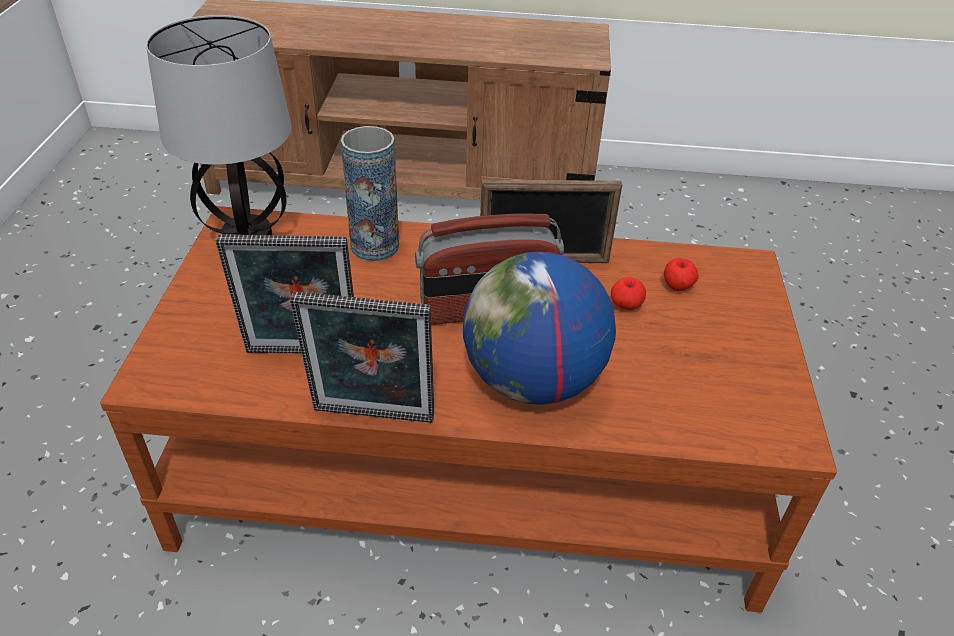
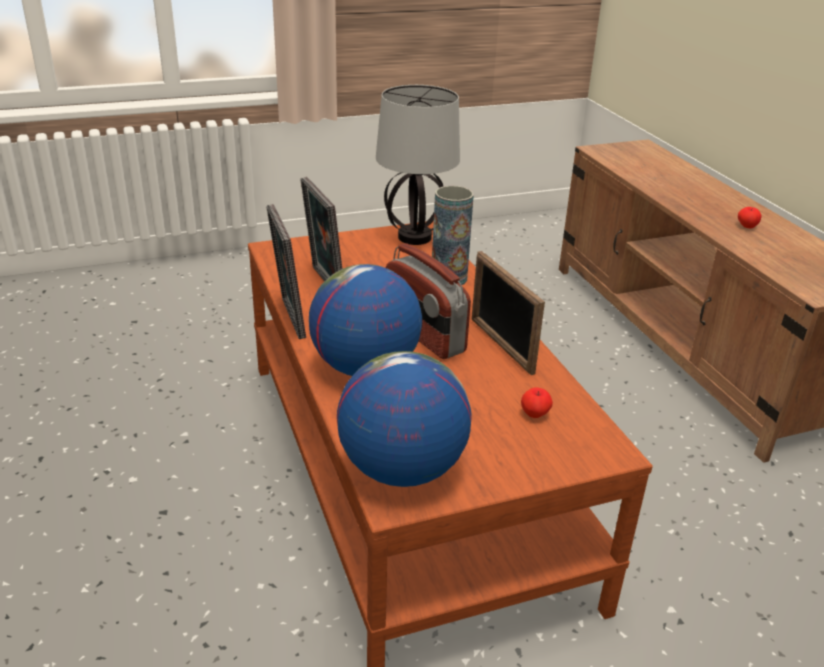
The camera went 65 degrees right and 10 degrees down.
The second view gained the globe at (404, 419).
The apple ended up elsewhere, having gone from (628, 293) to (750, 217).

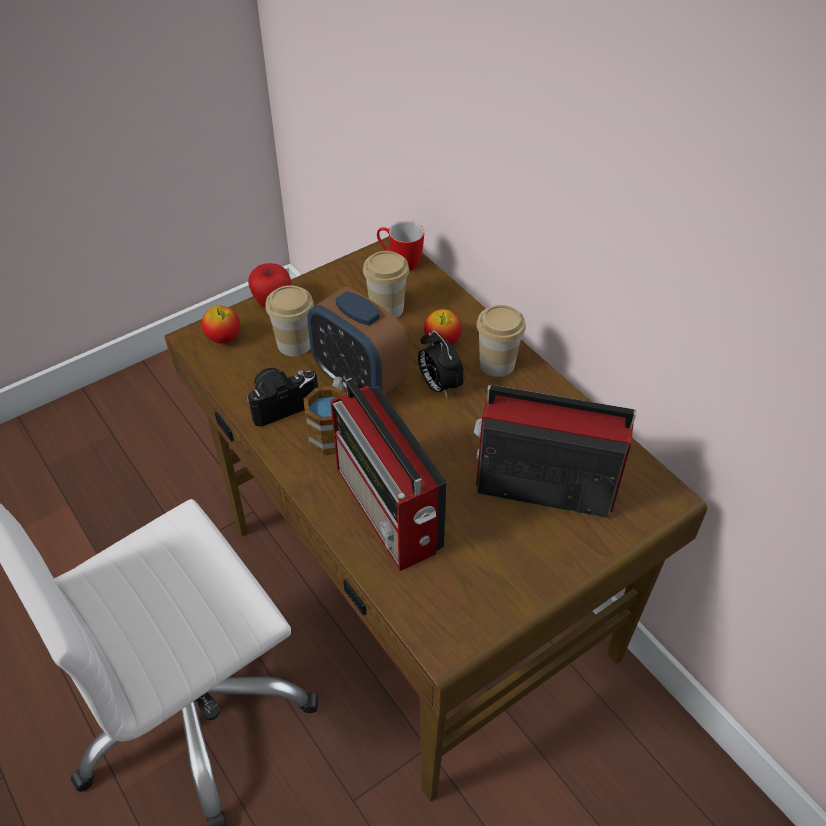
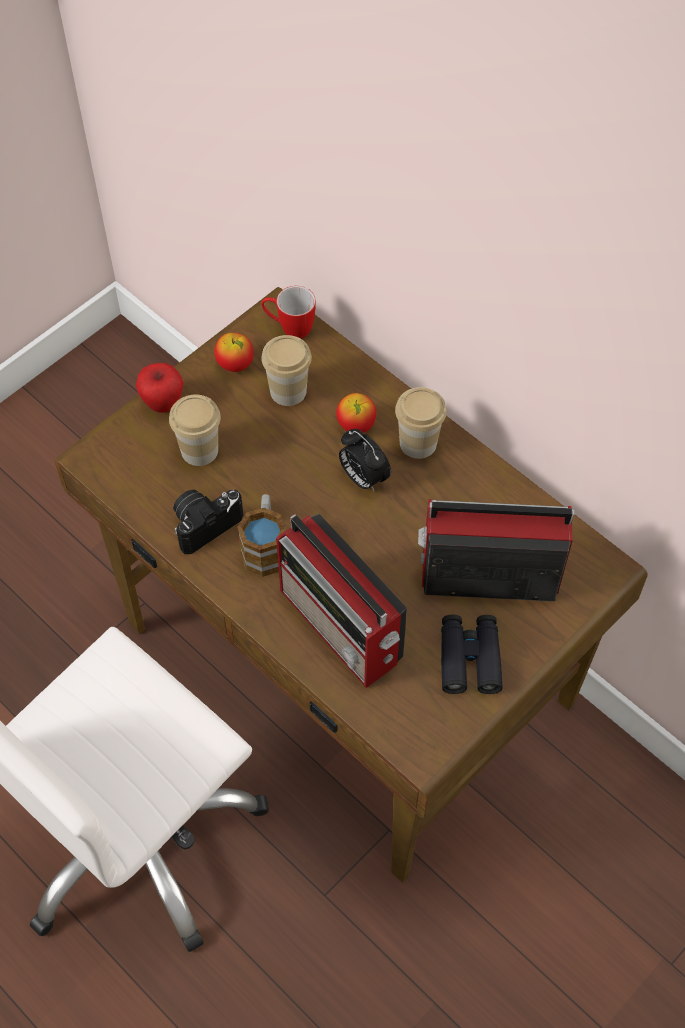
The camera went 10 degrees left and 10 degrees up.
The apple ended up elsewhere, having gone from (221, 324) to (234, 352).
The second view gained the binoculars in black at (472, 654).
The second view lost the alarm clock at (357, 340).

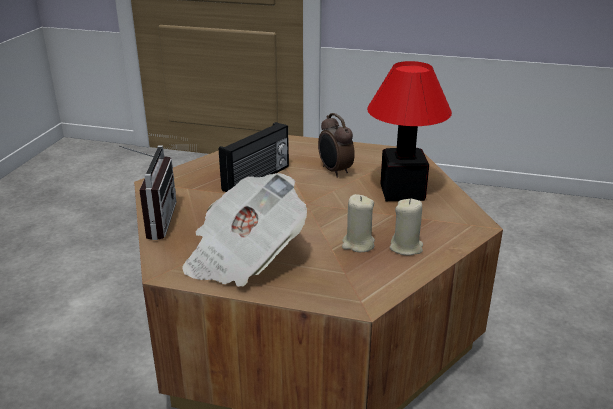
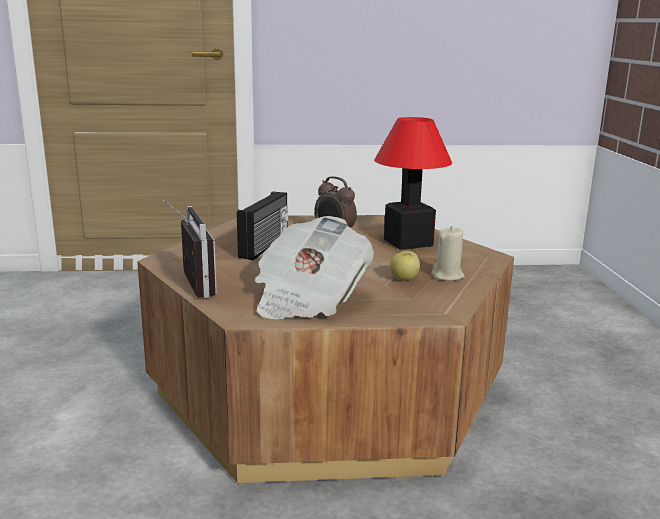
The camera went 20 degrees left and 10 degrees down.
Where the candle in beige stood at (358, 223), the apple came to stand at (405, 266).

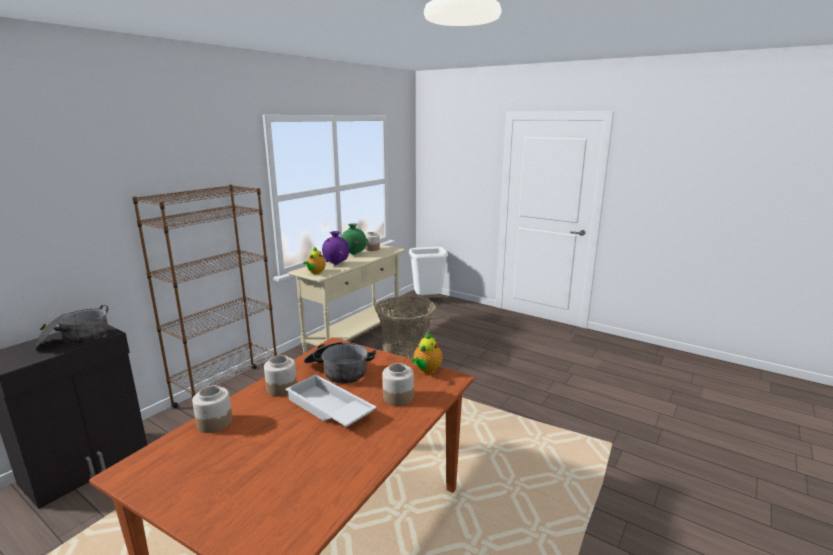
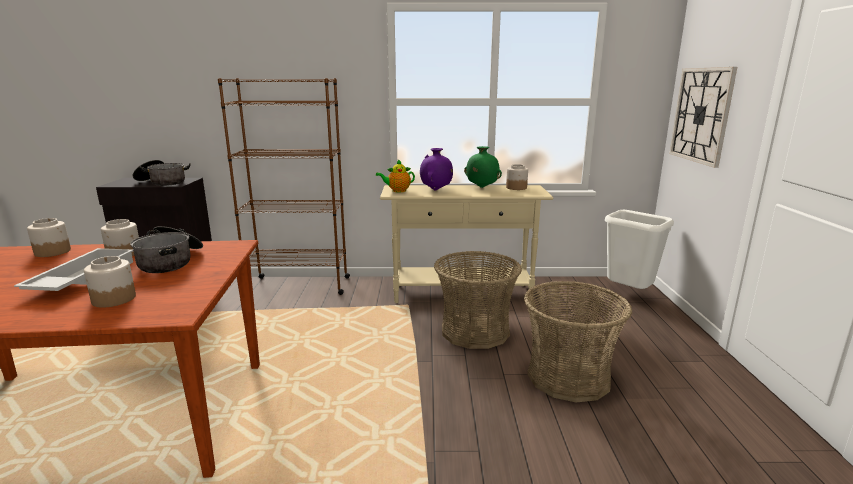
The camera went 55 degrees right and 0 degrees up.
The second view gained the basket at (578, 342).
The second view gained the wall clock at (703, 117).
The second view lost the teapot at (427, 353).

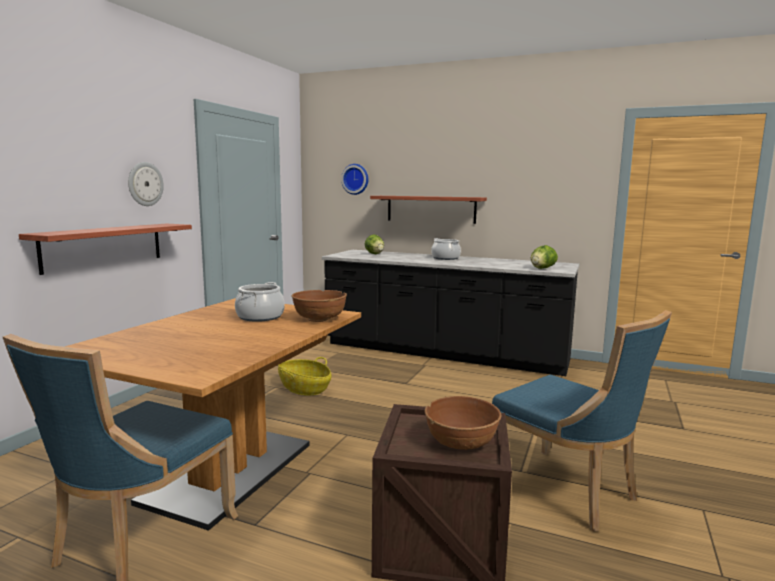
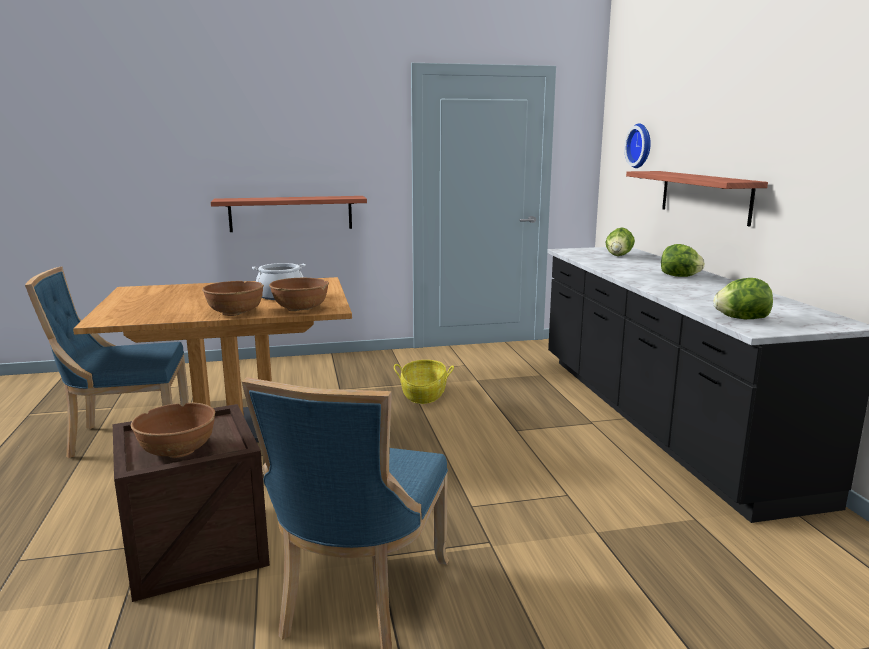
The camera went 55 degrees right and 5 degrees up.
The second view gained the bowl in brown at (233, 298).
Where the cooking pot stood at (446, 249), the lettuce came to stand at (683, 260).
The second view lost the wall clock at (146, 184).

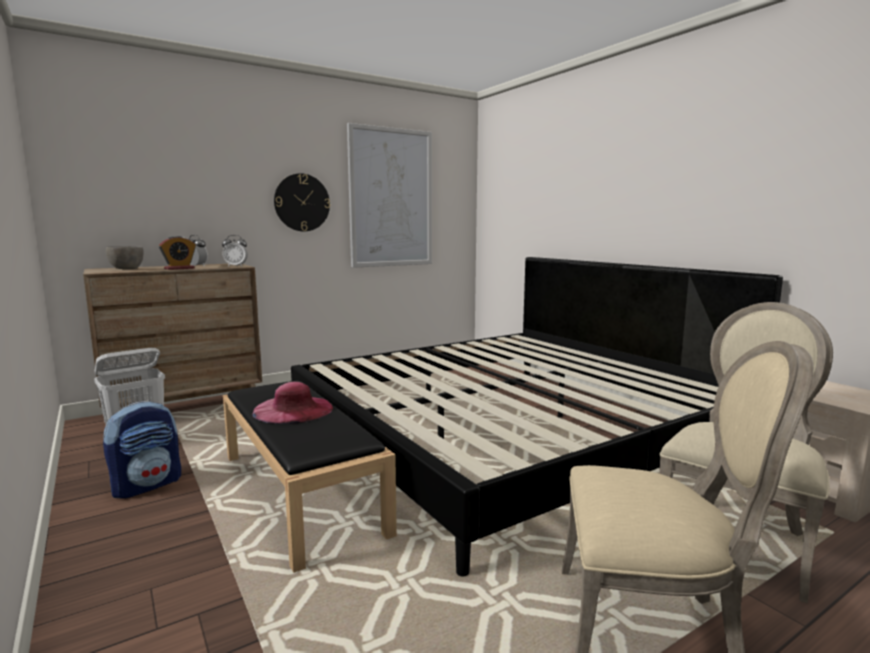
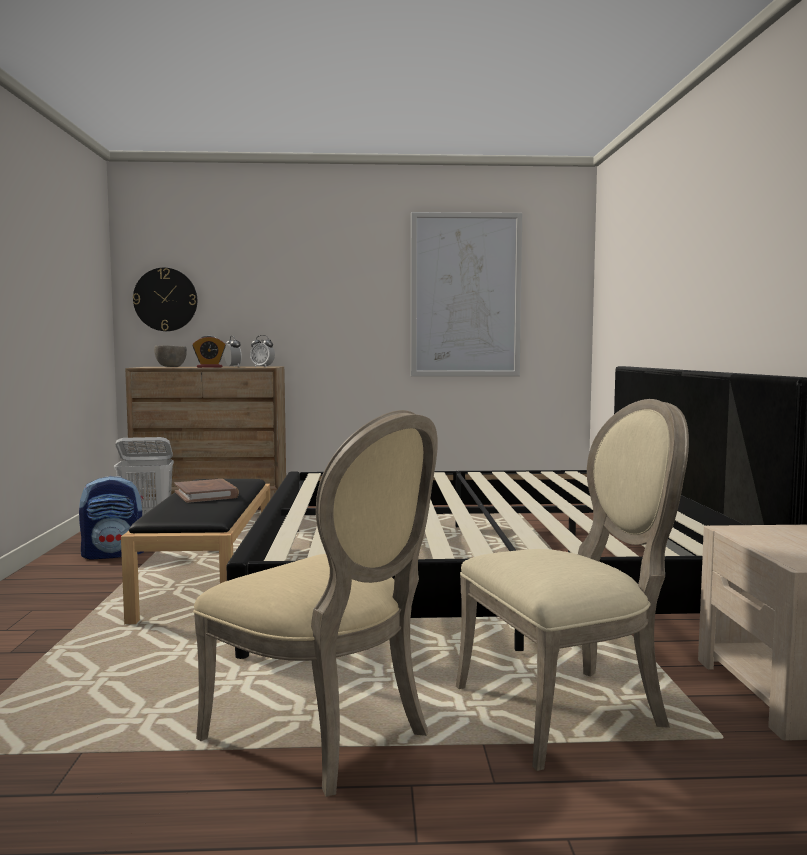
The camera went 30 degrees right and 5 degrees down.
The wall clock ended up elsewhere, having gone from (302, 202) to (165, 299).
Where the hat in pink stood at (292, 403), the book in brown came to stand at (206, 491).

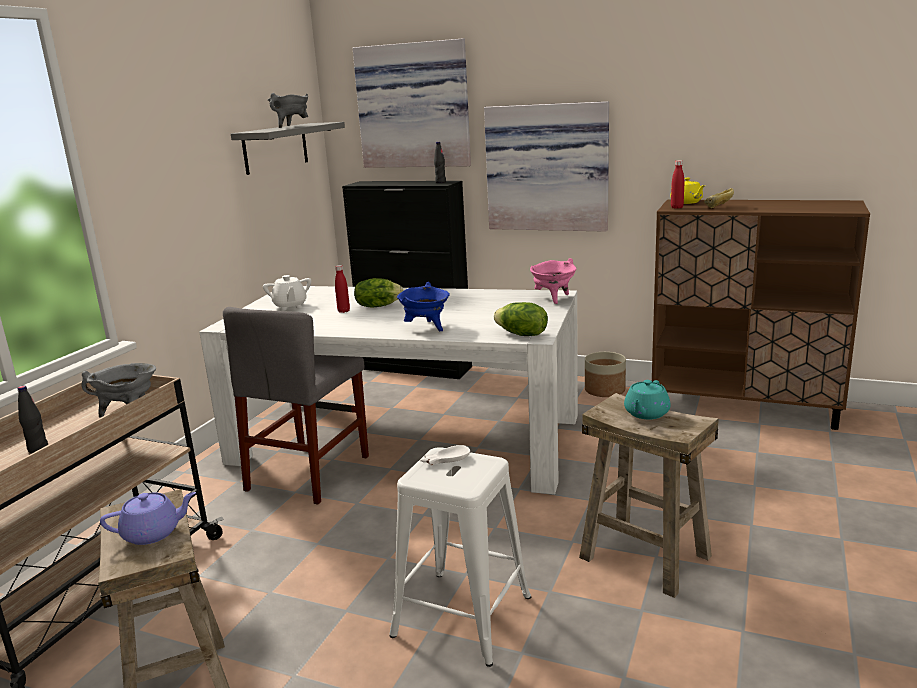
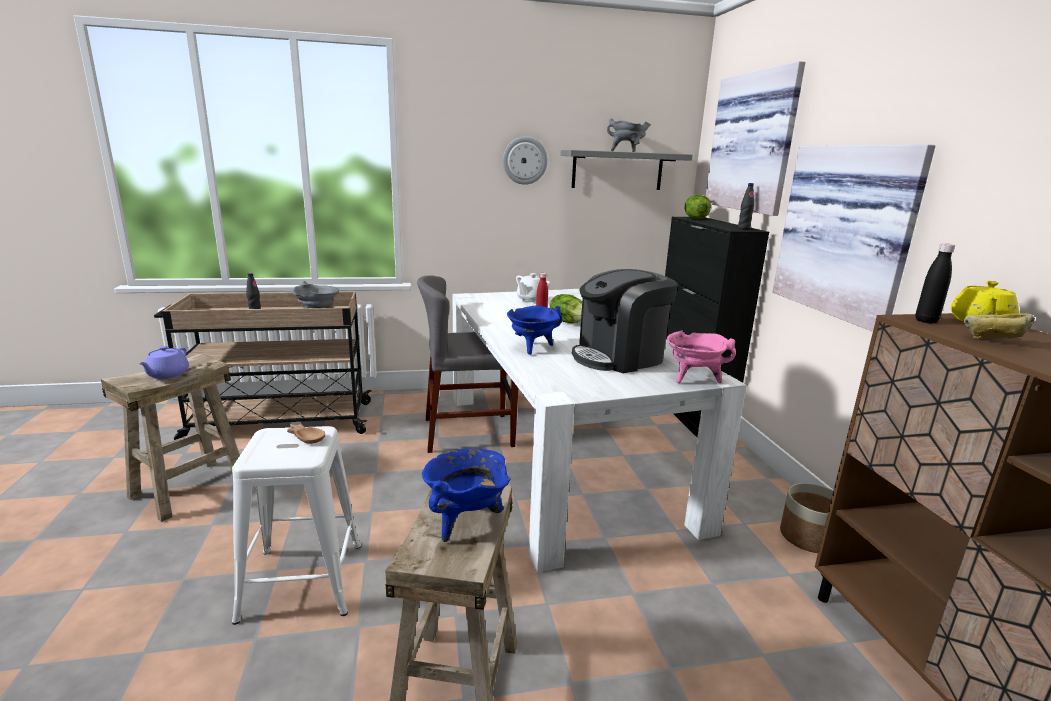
The camera went 55 degrees right and 0 degrees up.
The teapot in purple at (148, 518) ended up facing another way, 60 degrees clockwise from before.
What was the bowl in white at (445, 455) turned into the bowl in brown at (306, 433).
Where the teapot in turquoise stood at (647, 399), the cooking pot in blue came to stand at (466, 495).
The second view gained the wall clock at (525, 161).
The second view gained the coffee machine at (625, 321).
The lettuce ended up elsewhere, having gone from (521, 319) to (698, 206).
What was the bottle in red at (677, 184) turned into the bottle in black at (935, 283).

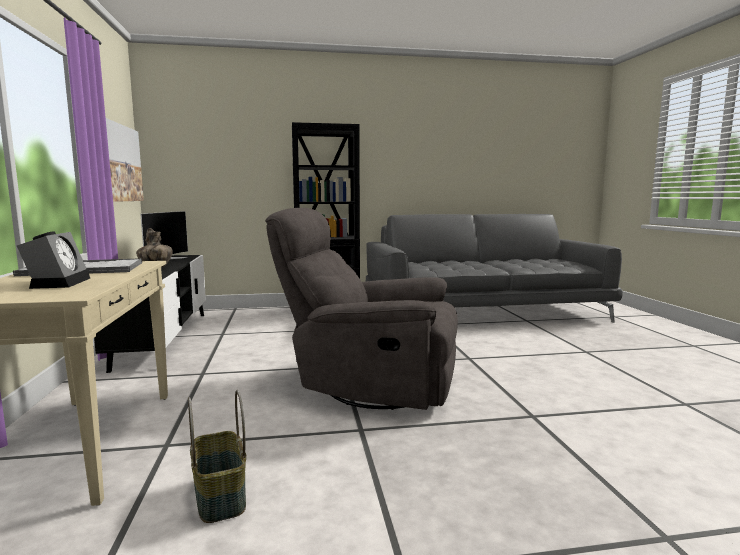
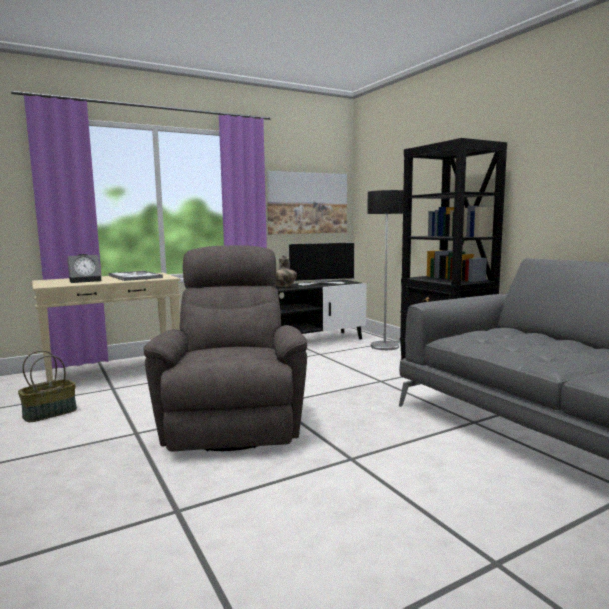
The camera went 70 degrees right and 0 degrees up.
The second view gained the floor lamp at (386, 270).

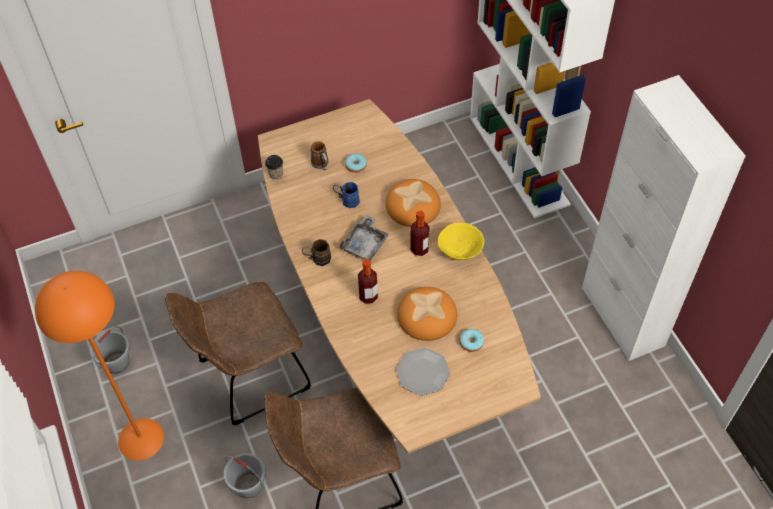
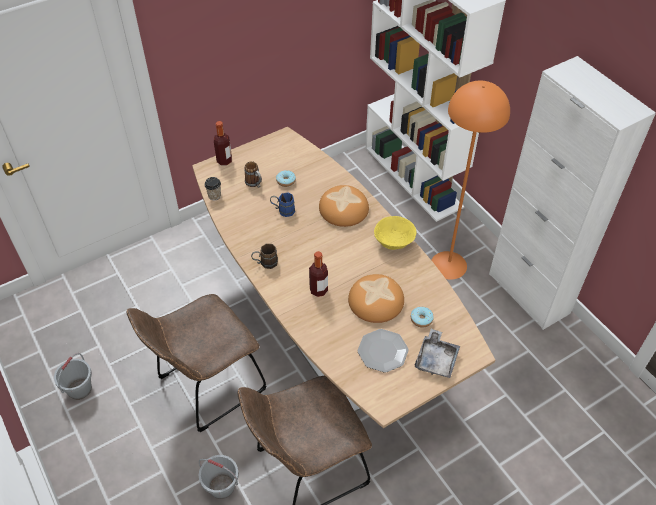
The camera went 10 degrees left and 5 degrees down.
The bottle ended up elsewhere, having gone from (419, 233) to (223, 143).
The tray in grey ended up elsewhere, having gone from (364, 238) to (437, 353).
The floor lamp in orange ended up elsewhere, having gone from (99, 366) to (471, 180).

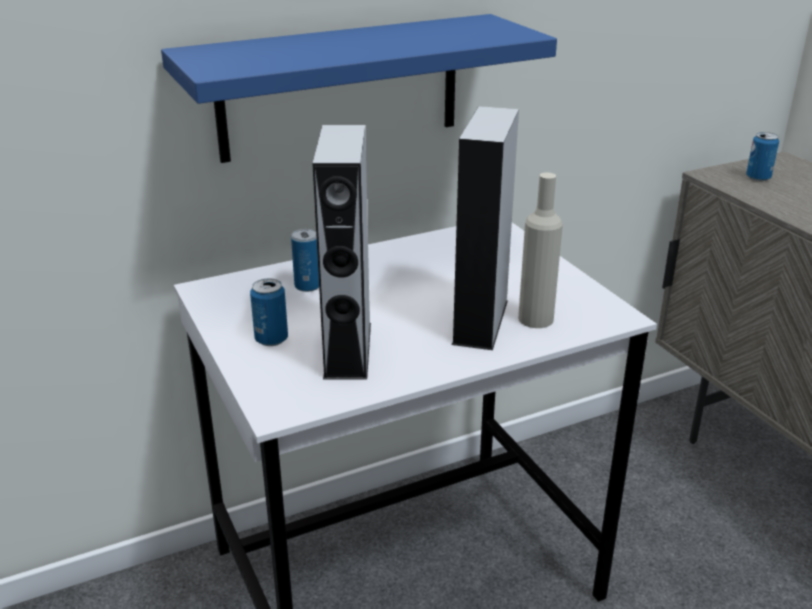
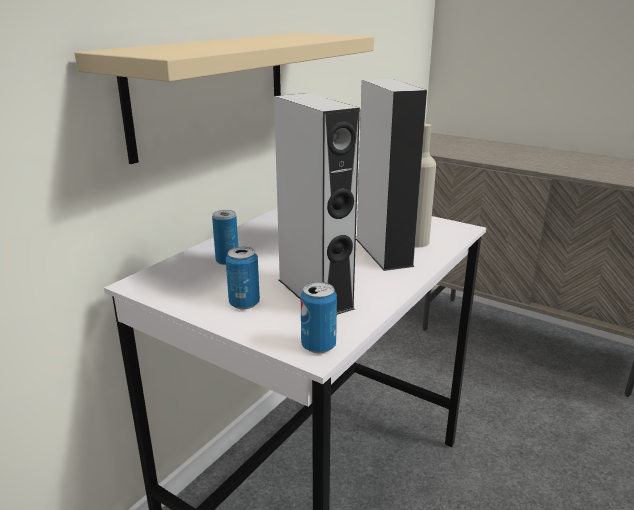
The camera went 30 degrees left and 5 degrees down.
What was the shelf in blue at (359, 88) turned into the shelf in beige at (224, 98).
The can ended up elsewhere, having gone from (762, 156) to (319, 317).

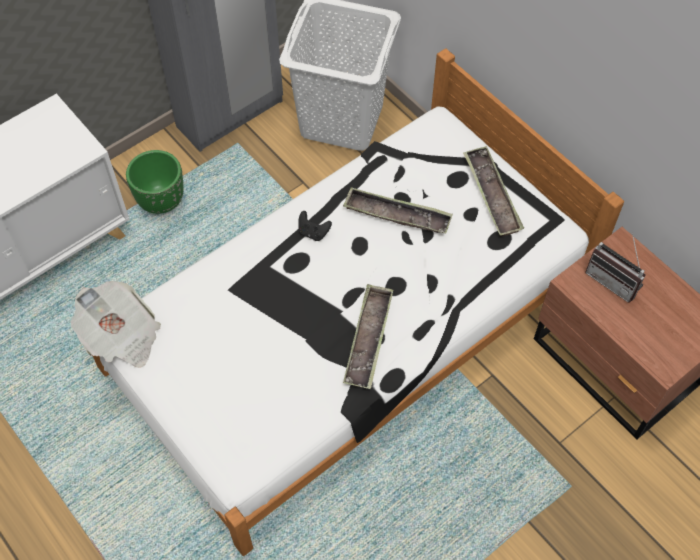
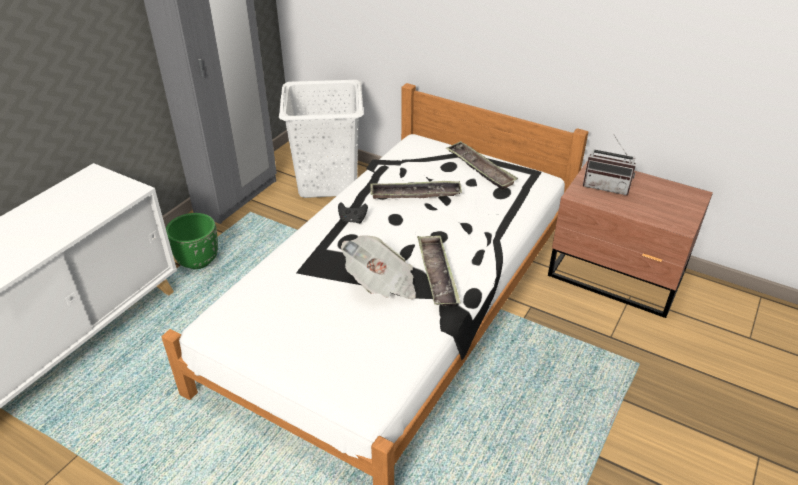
The camera went 20 degrees left and 20 degrees down.
The newspaper ended up elsewhere, having gone from (115, 324) to (378, 267).

